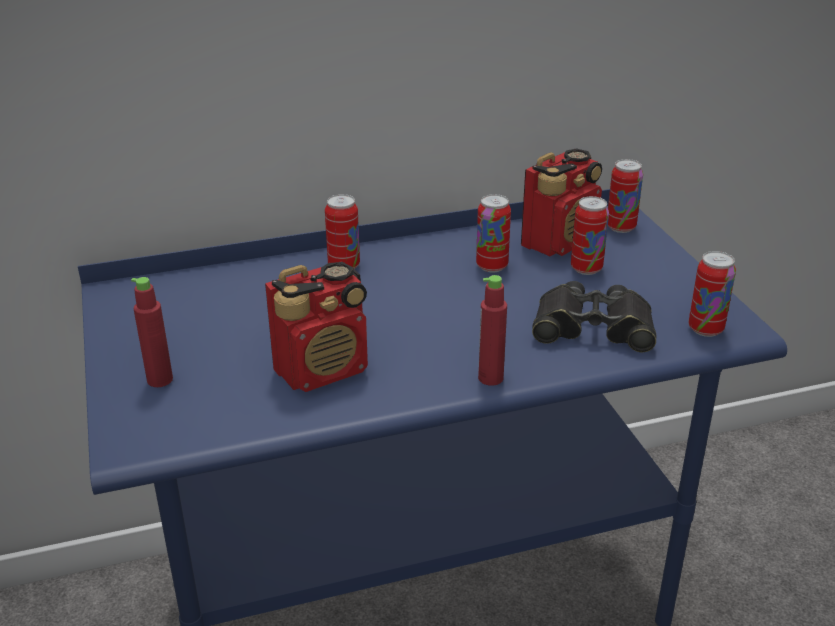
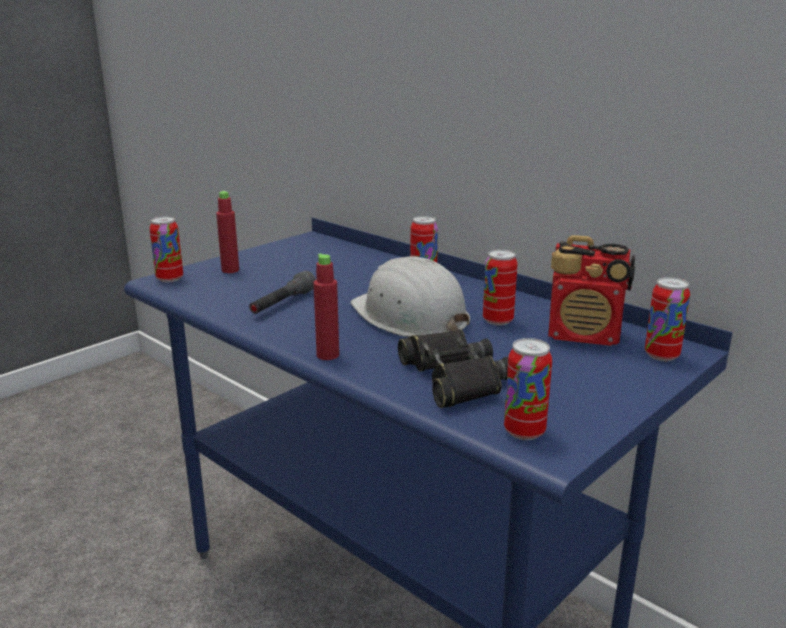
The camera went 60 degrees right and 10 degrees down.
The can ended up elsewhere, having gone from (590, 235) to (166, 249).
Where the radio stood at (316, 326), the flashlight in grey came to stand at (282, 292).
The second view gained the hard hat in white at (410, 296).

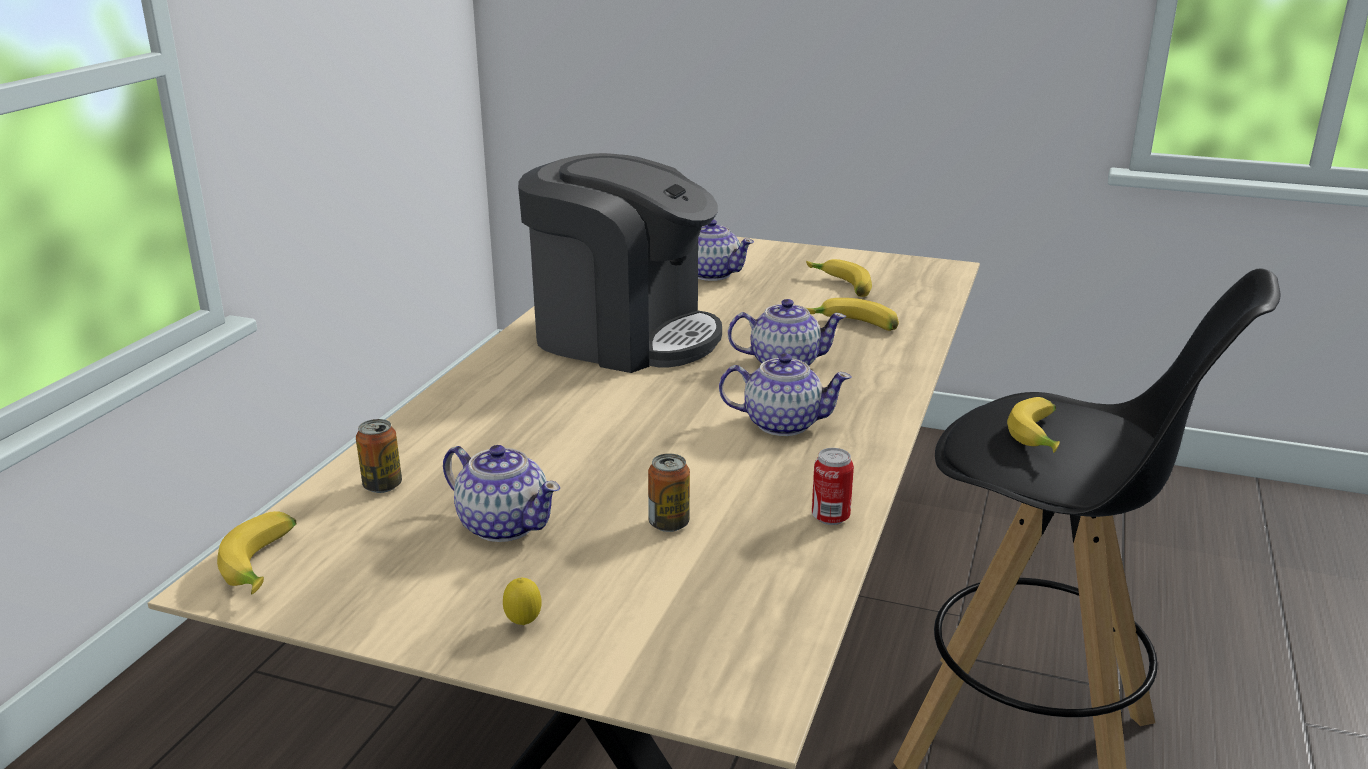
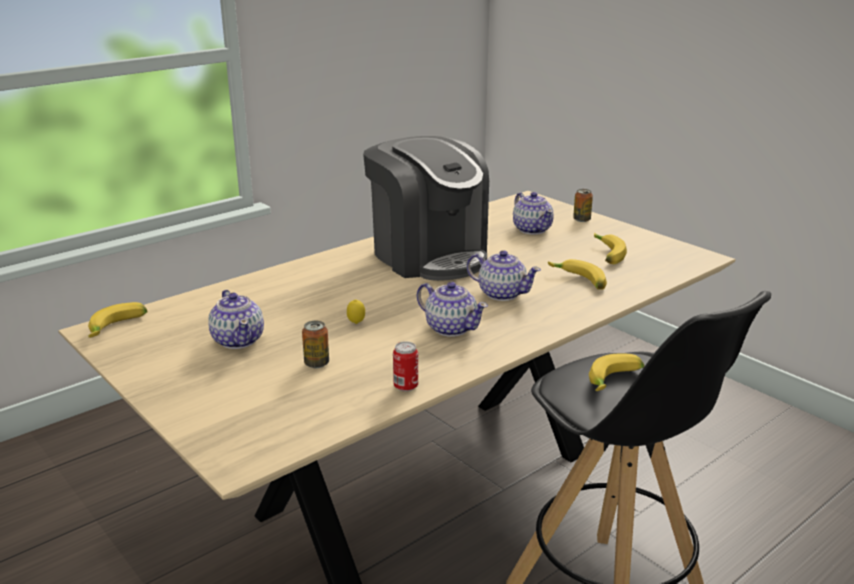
The camera went 30 degrees right and 0 degrees up.
The lemon ended up elsewhere, having gone from (522, 601) to (356, 311).
The can ended up elsewhere, having gone from (379, 456) to (583, 205).

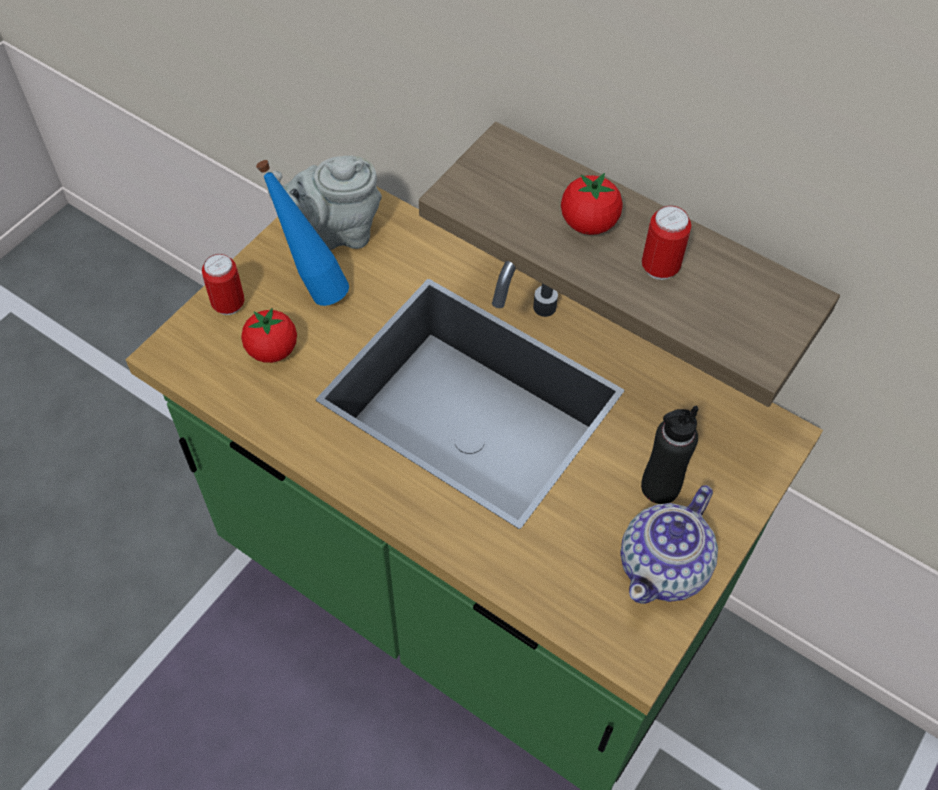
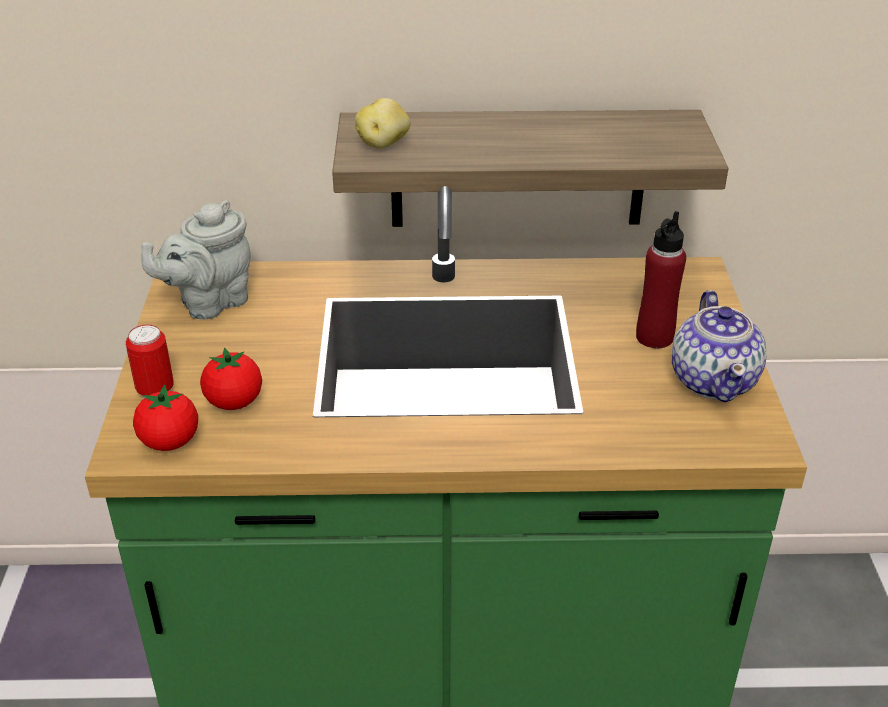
The camera went 35 degrees left and 20 degrees down.
The tomato ended up elsewhere, having gone from (592, 204) to (165, 418).
The second view gained the potato at (382, 123).
What was the bottle in black at (670, 454) turned into the bottle in red at (661, 279).
The second view lost the bottle in blue at (302, 233).
The second view lost the can at (666, 243).

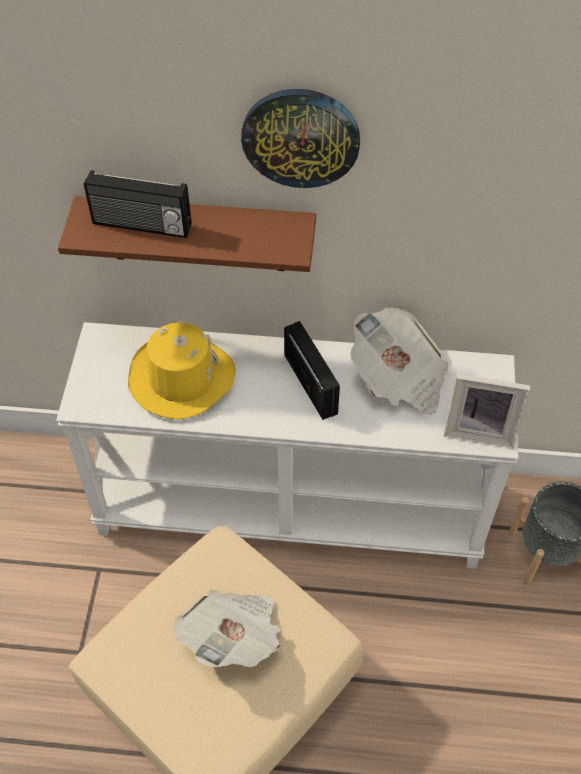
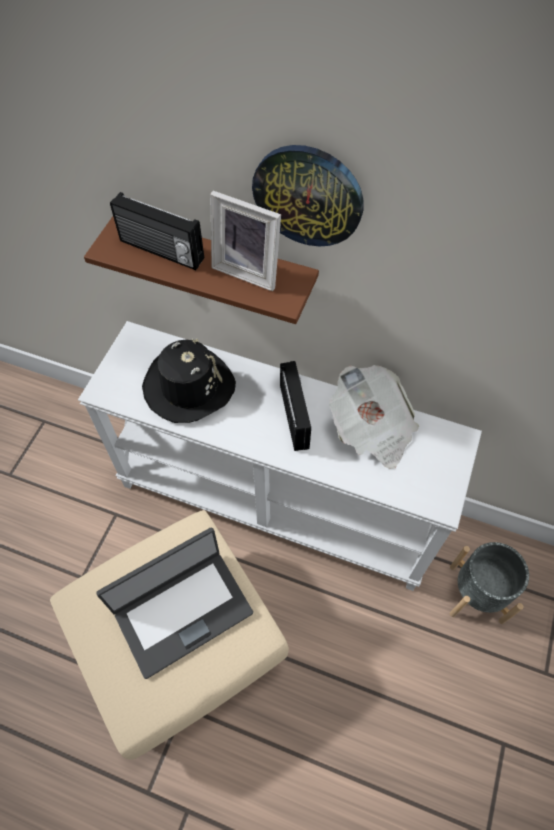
The camera went 15 degrees right and 5 degrees up.
Where the newspaper stood at (227, 628), the laptop came to stand at (174, 603).
What was the hat in yellow at (182, 370) turned into the hat in black at (189, 381).
The picture frame ended up elsewhere, having gone from (487, 411) to (245, 241).

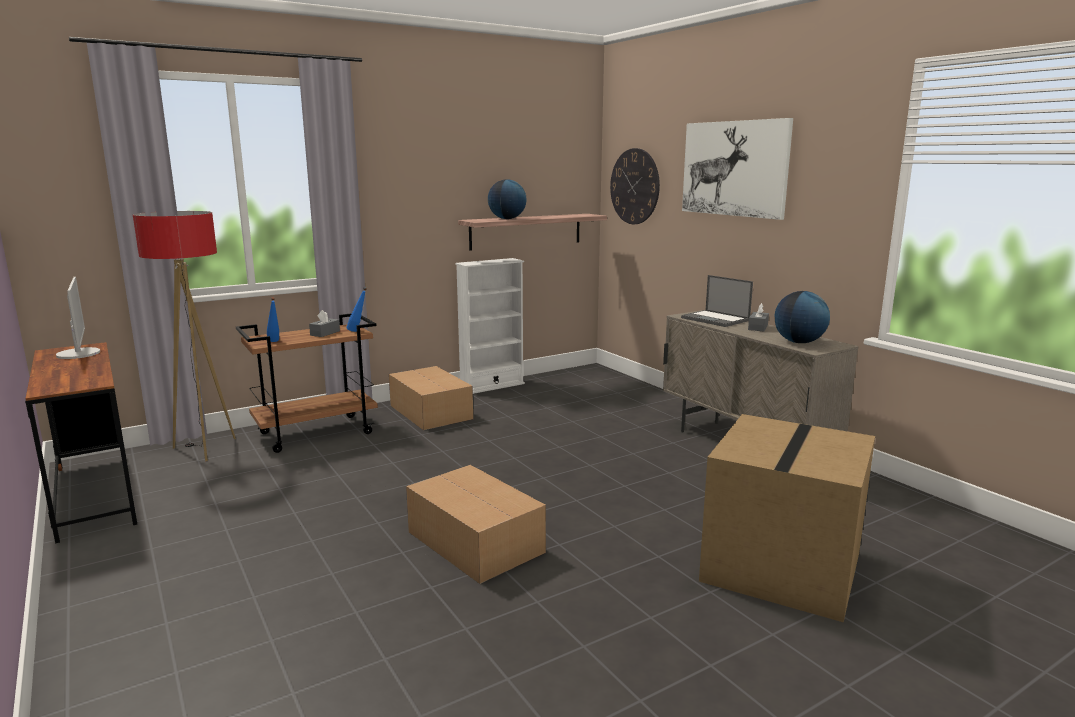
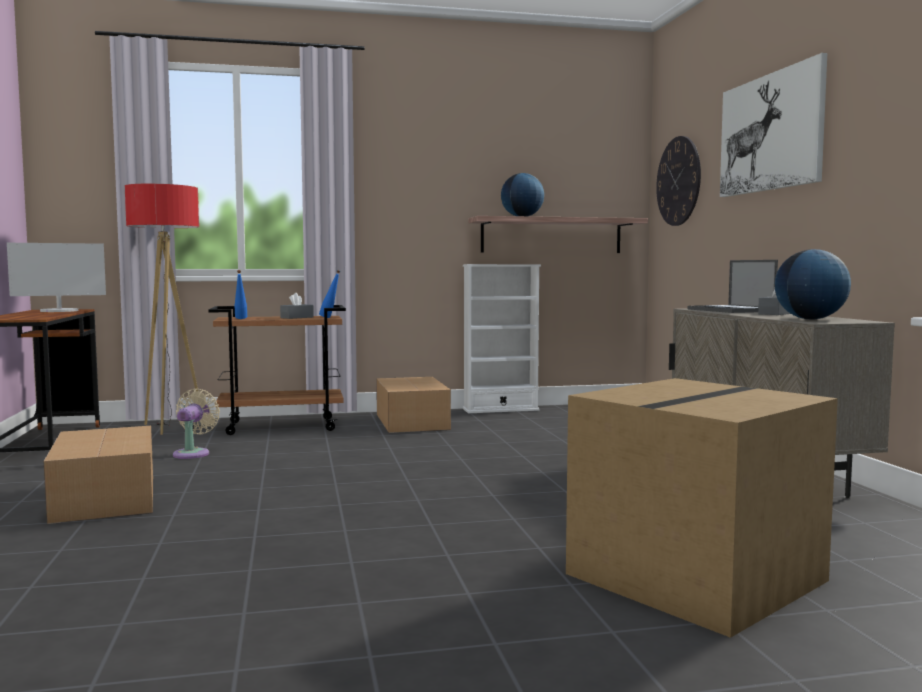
The camera went 20 degrees right and 10 degrees down.
The monitor at (78, 318) ended up facing another way, 75 degrees clockwise from before.
The cardboard box ended up elsewhere, having gone from (476, 524) to (98, 475).
The second view gained the fan in beige at (196, 423).

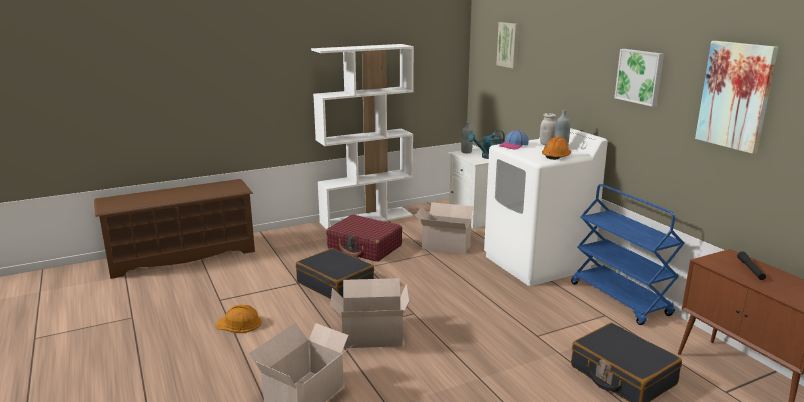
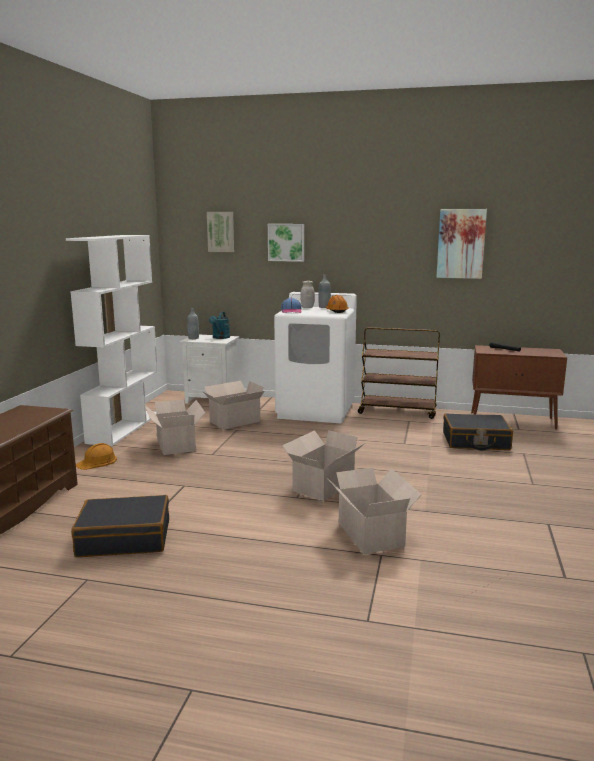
The camera went 50 degrees left and 5 degrees down.
The suitcase in black ended up elsewhere, having gone from (335, 273) to (120, 526).
The hard hat in orange ended up elsewhere, having gone from (238, 319) to (96, 456).
Where the suitcase in red stood at (364, 238), the cardboard box came to stand at (175, 427).
The picture ended up elsewhere, having gone from (639, 78) to (286, 243).
What was the cart in blue at (628, 254) turned into the cart in brown at (399, 373).

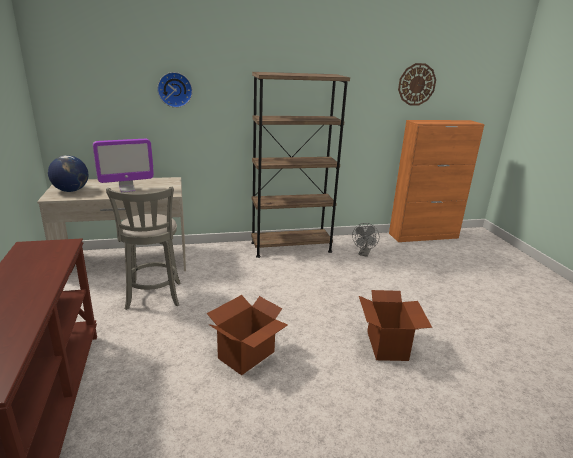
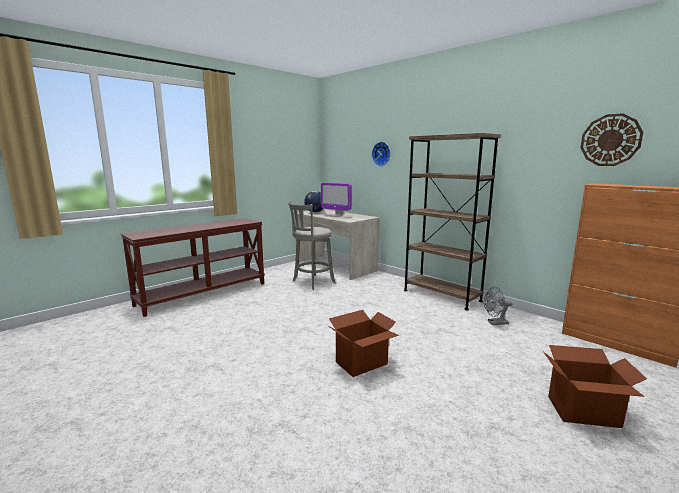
The camera went 60 degrees right and 10 degrees down.
The cardboard box ended up elsewhere, having gone from (247, 335) to (595, 386).

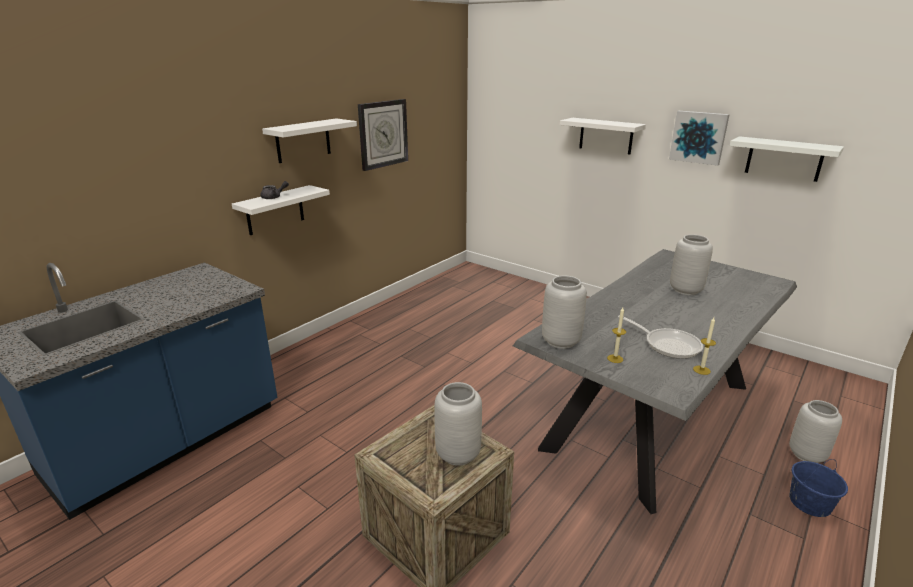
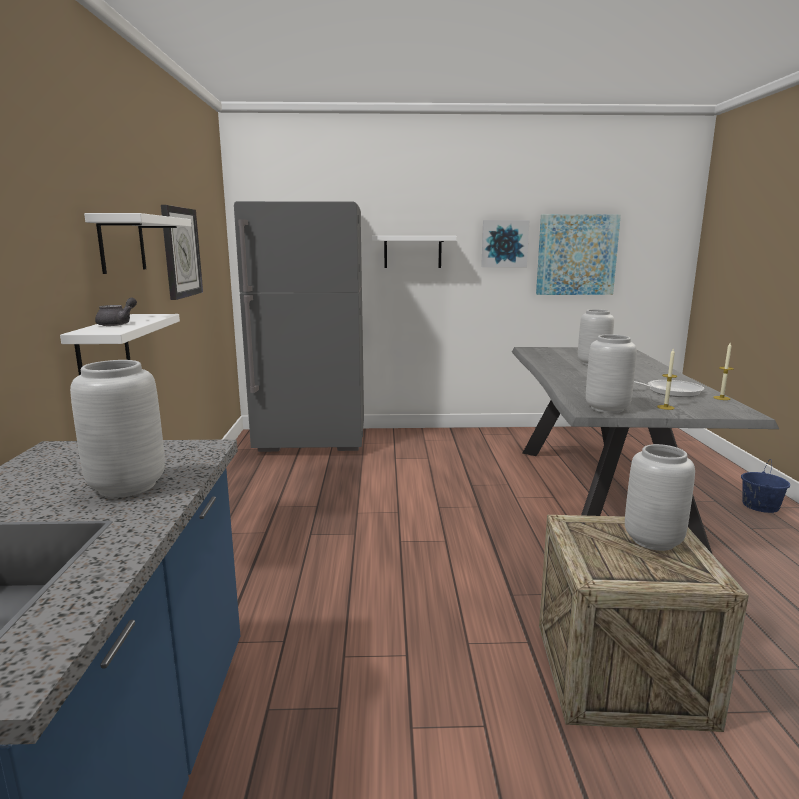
The camera went 40 degrees left and 10 degrees down.
The vase in grey ended up elsewhere, having gone from (815, 431) to (117, 428).
The second view gained the fridge in grey at (299, 326).
Where the shelf in white hung at (787, 159), the picture came to hang at (578, 254).

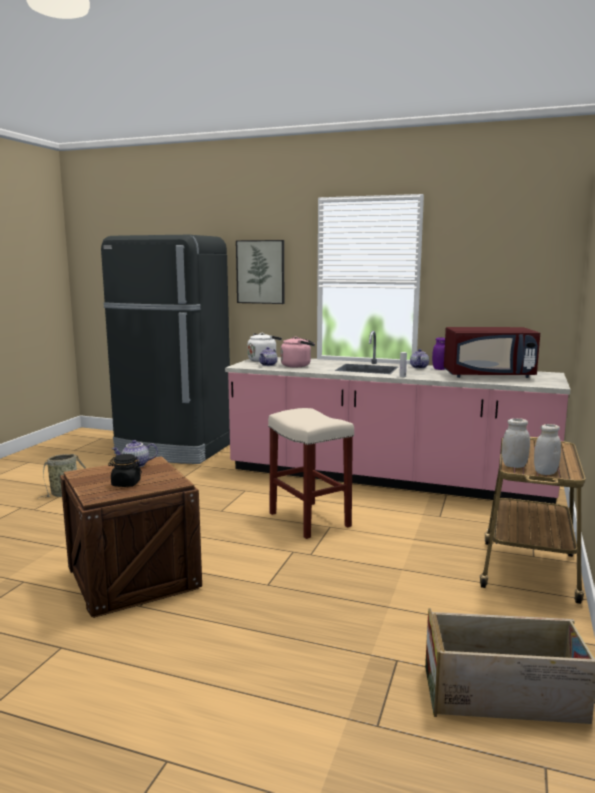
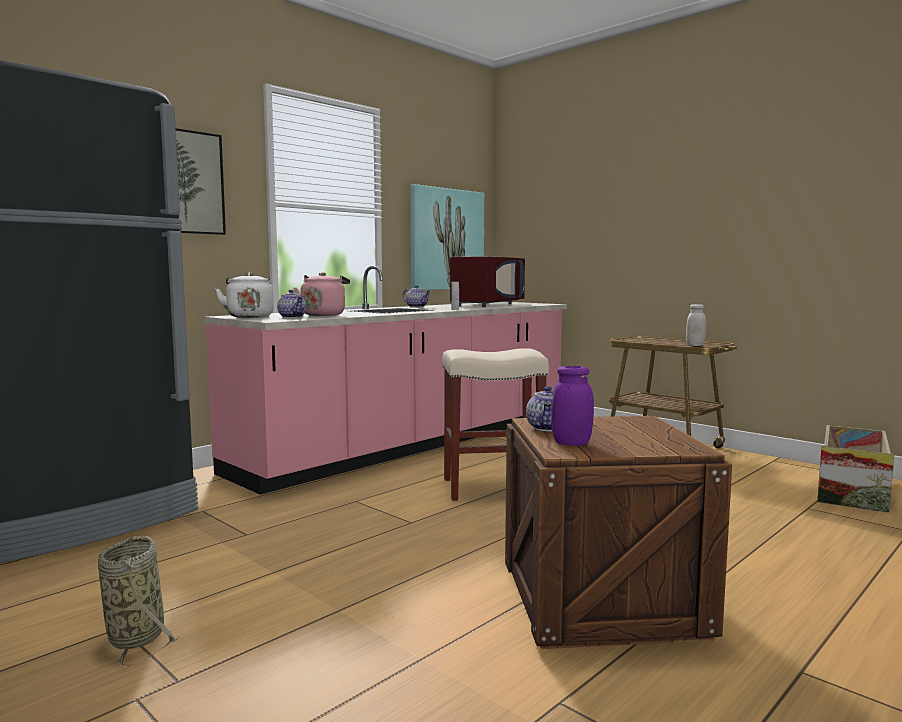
The camera went 65 degrees left and 5 degrees down.
The second view gained the picture at (447, 237).
The jar in purple ended up elsewhere, having gone from (438, 353) to (572, 406).
The second view lost the jar in black at (125, 470).
The second view lost the jar in white at (547, 449).

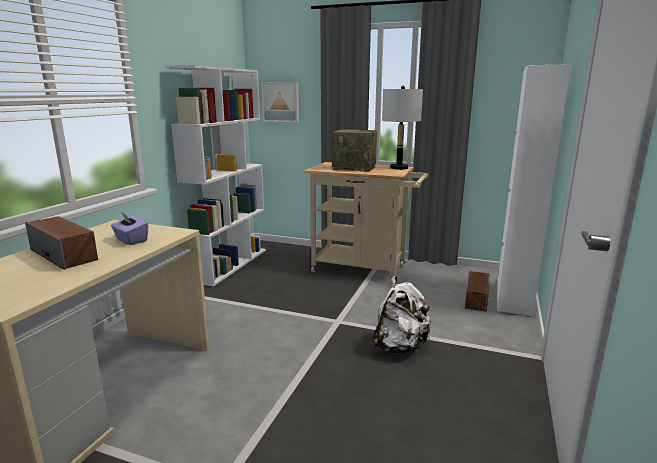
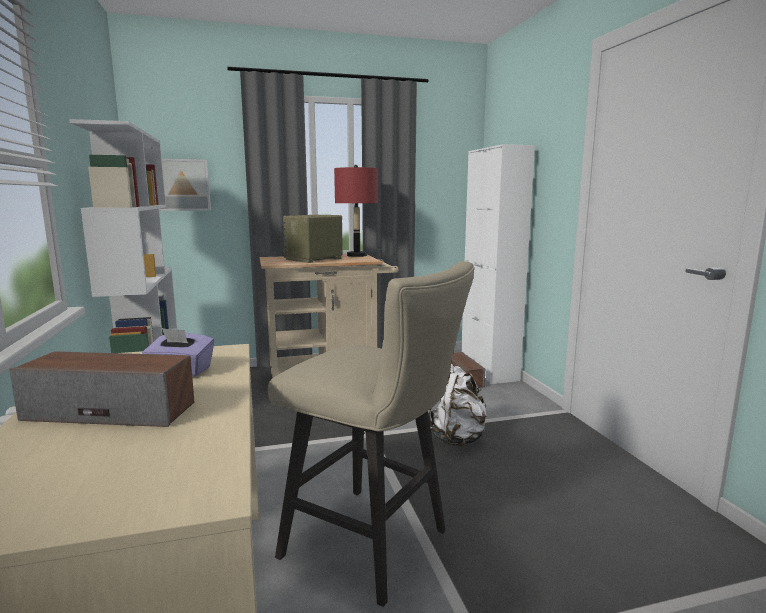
The camera went 35 degrees left and 5 degrees down.
The second view gained the stool in beige at (371, 434).
The radio at (354, 150) ended up facing another way, 150 degrees clockwise from before.
What was the table lamp in grey at (402, 128) turned into the table lamp in red at (356, 211).

